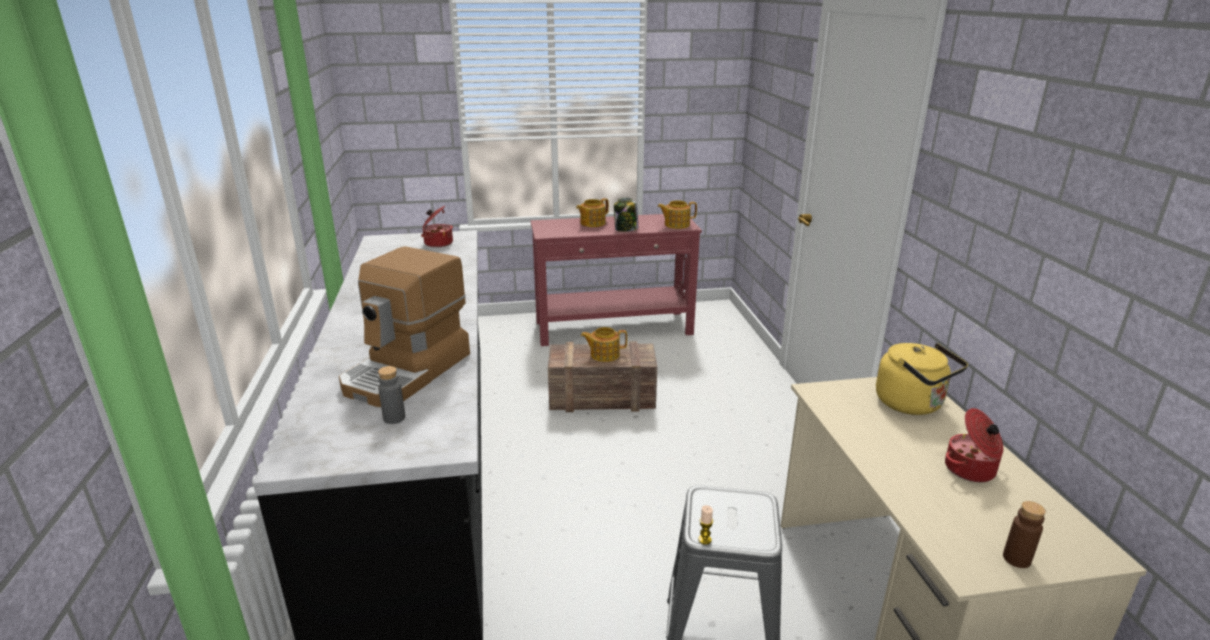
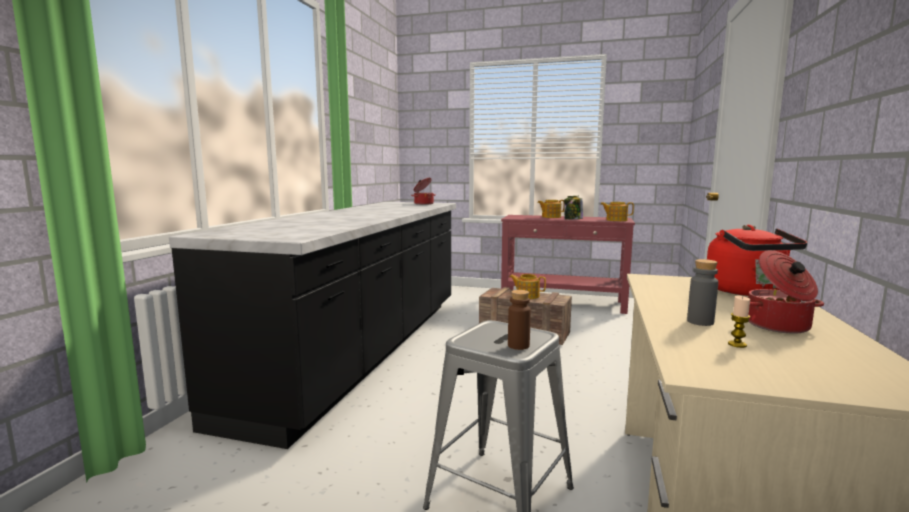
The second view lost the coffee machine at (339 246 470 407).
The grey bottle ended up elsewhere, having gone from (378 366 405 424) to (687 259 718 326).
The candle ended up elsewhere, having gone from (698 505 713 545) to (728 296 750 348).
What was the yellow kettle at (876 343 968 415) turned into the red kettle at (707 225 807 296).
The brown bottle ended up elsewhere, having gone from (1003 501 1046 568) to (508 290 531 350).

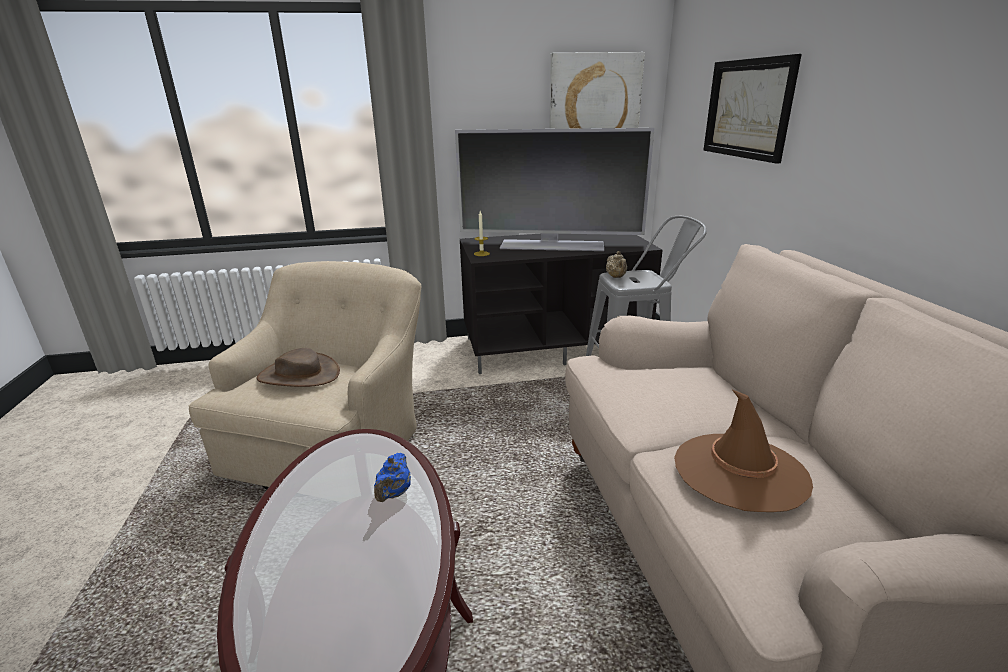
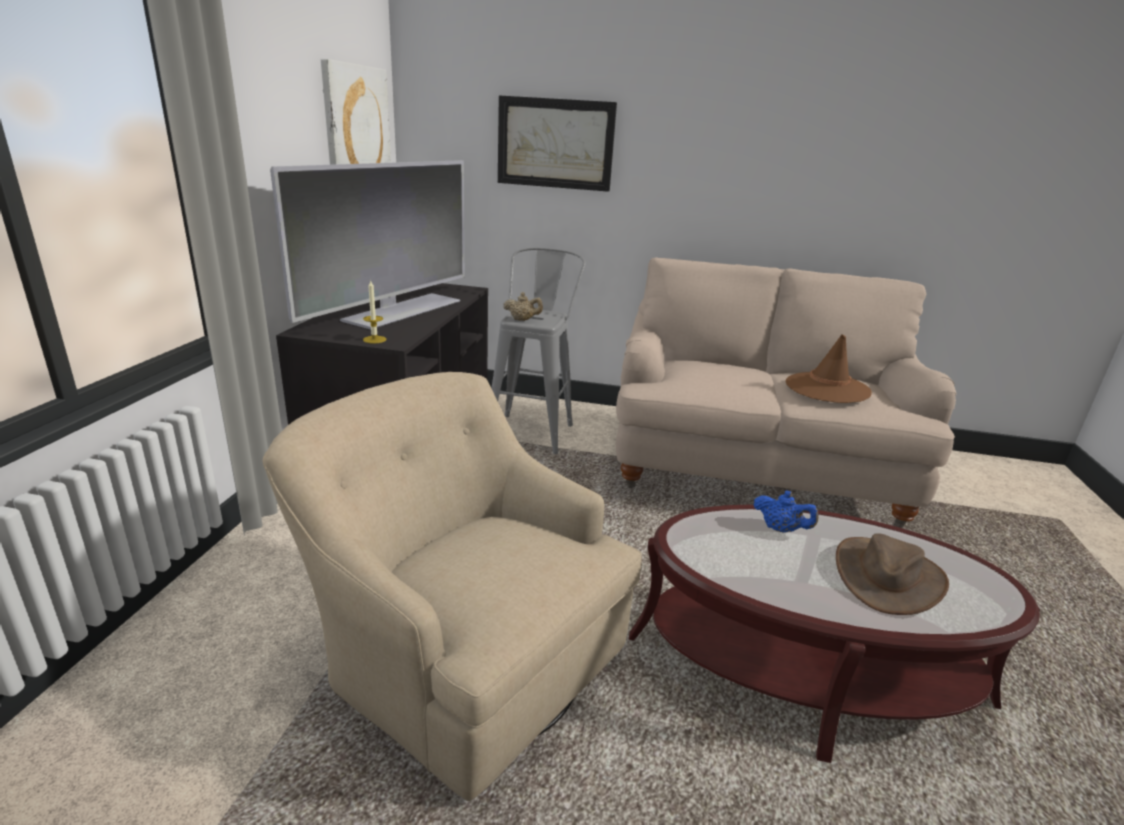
The brown hat ended up elsewhere, having gone from (256 348 340 387) to (836 533 949 615).

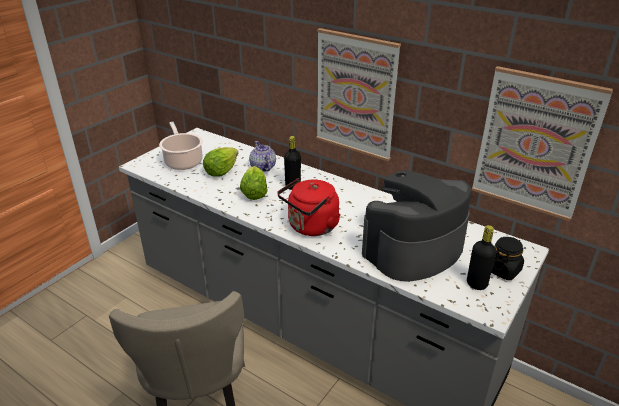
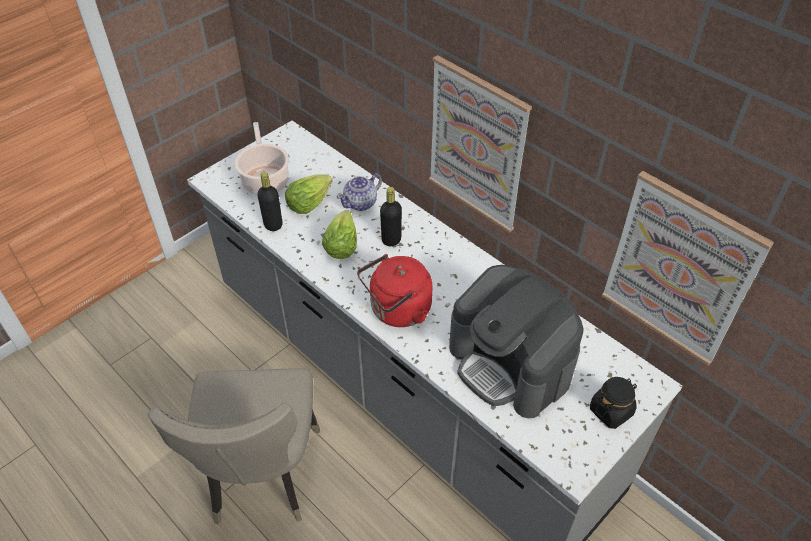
The teapot at (249 141 276 172) ended up facing another way, 120 degrees counterclockwise from before.
The coffee machine at (362 170 472 282) ended up facing another way, 105 degrees counterclockwise from before.
The black bottle ended up elsewhere, having gone from (467 225 496 290) to (257 172 283 231).

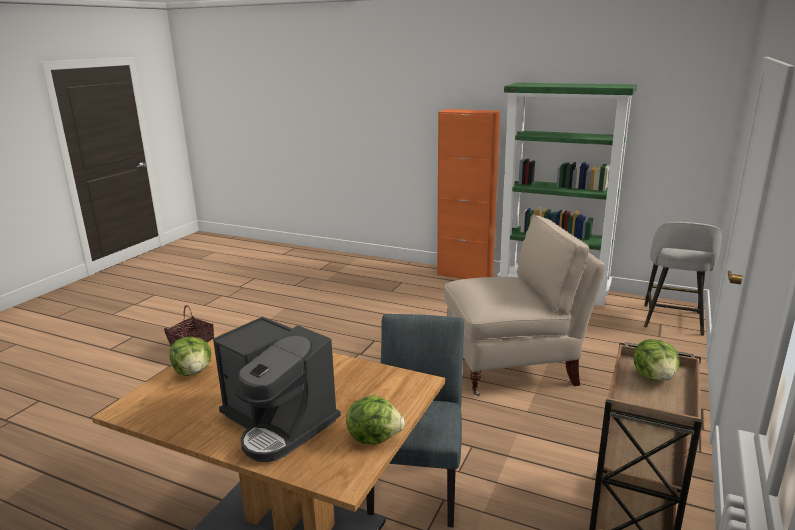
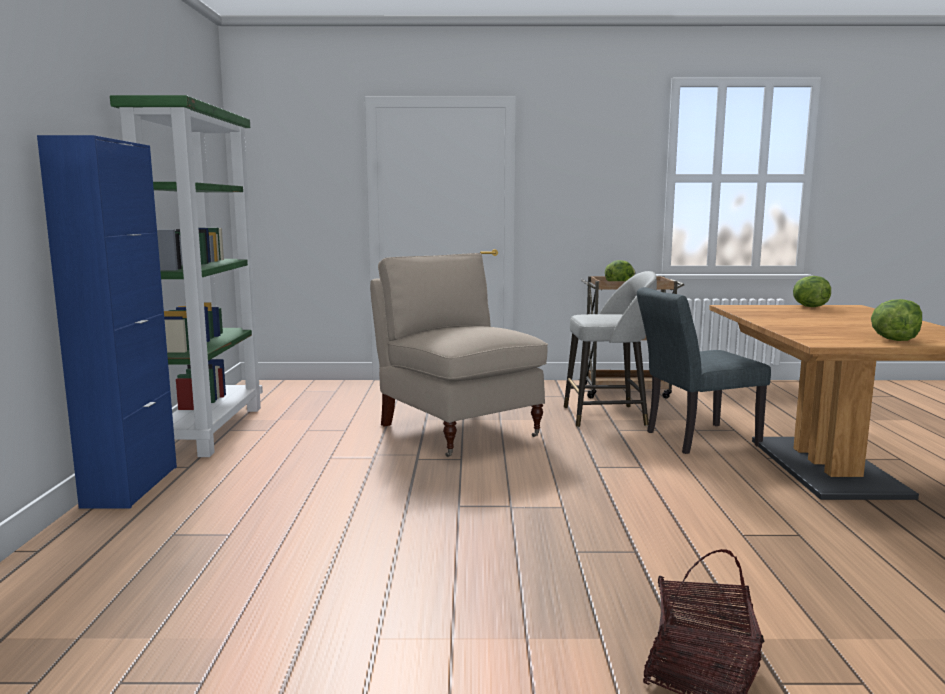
The second view lost the coffee machine at (213 316 341 462).
What was the orange cabinet at (437 109 500 279) turned into the blue cabinet at (37 135 177 509).
The grey stool ended up elsewhere, having gone from (644 222 722 336) to (564 271 657 427).

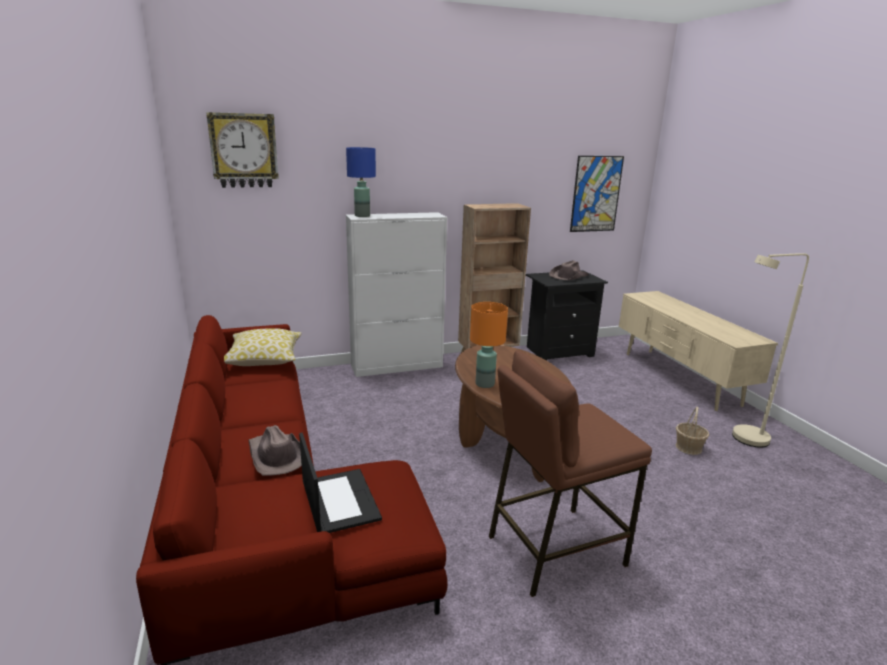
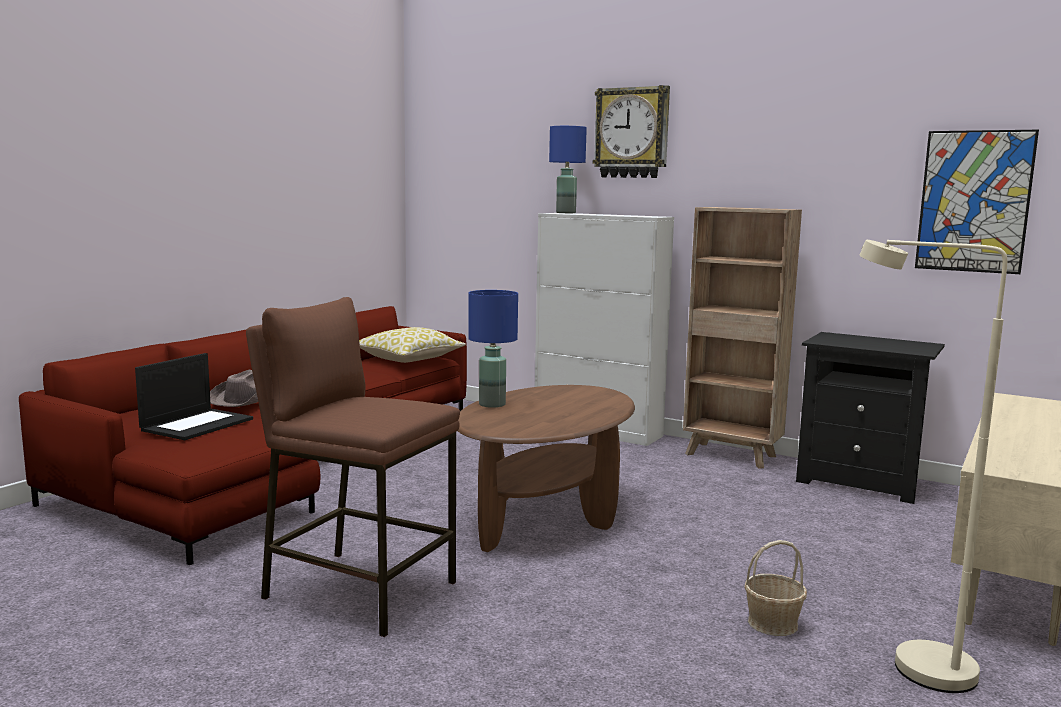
The wall clock ended up elsewhere, having gone from (206 112 279 188) to (593 85 670 178).
What was the orange table lamp at (470 302 508 388) turned into the blue table lamp at (468 290 518 408).
The second view lost the brown hat at (549 260 589 280).

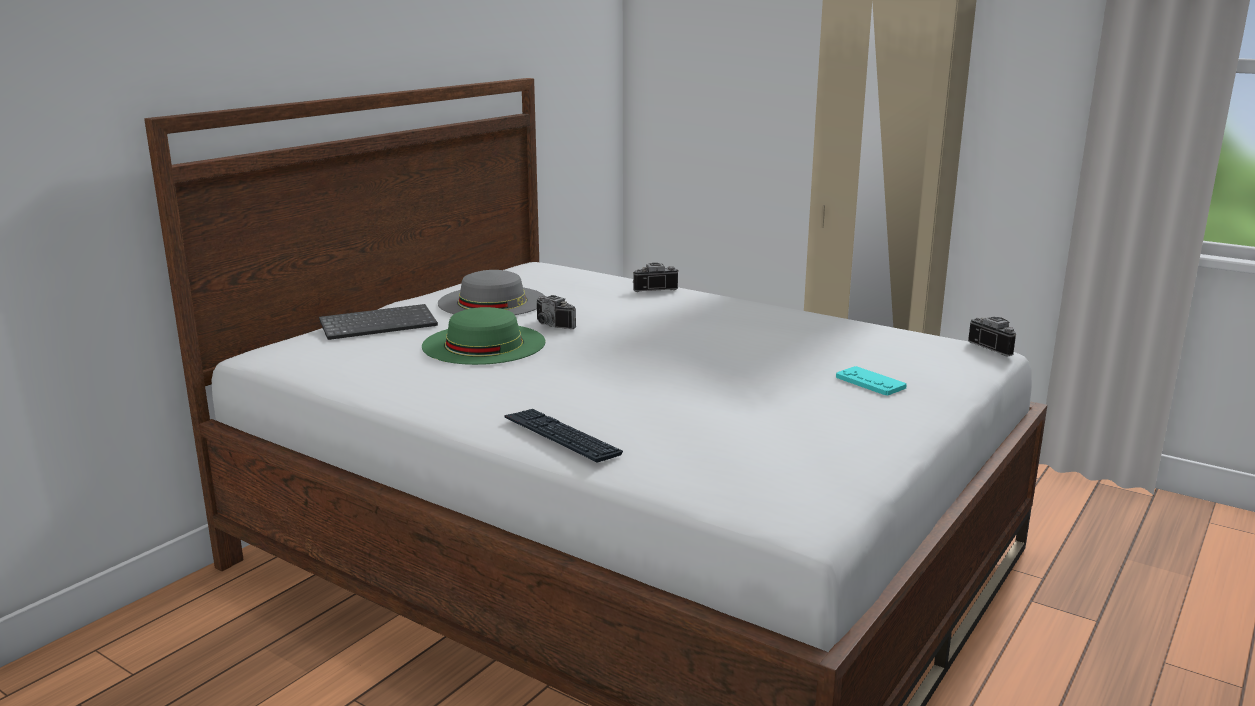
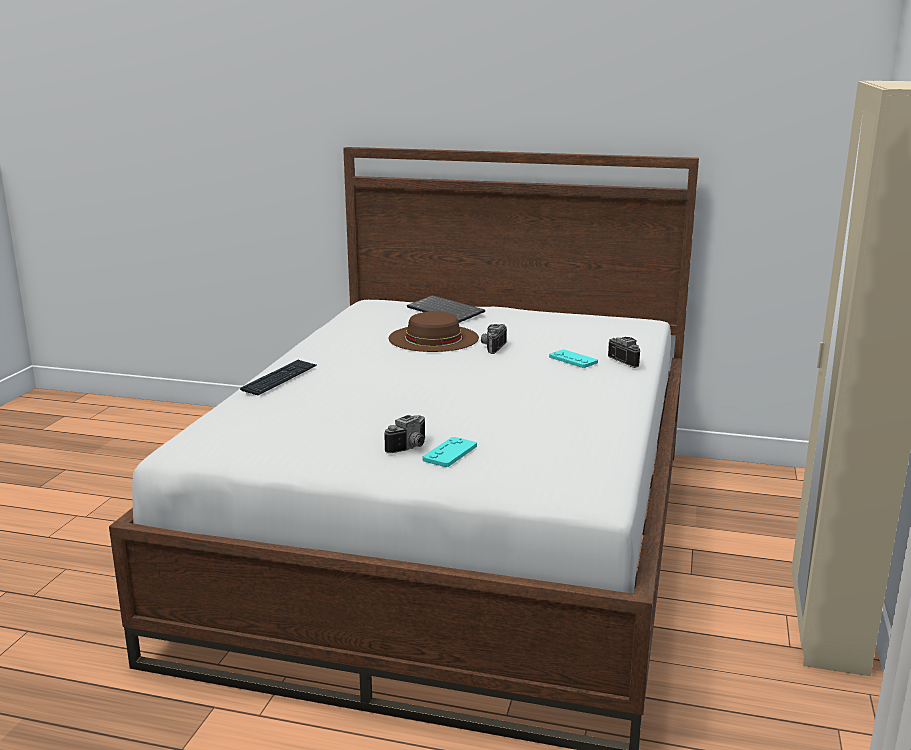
What was the green hat at (422 307 545 365) turned into the brown hat at (389 311 479 352).
The second view lost the grey hat at (438 270 545 315).
The photo camera ended up elsewhere, having gone from (968 317 1016 357) to (384 415 425 453).
The second view gained the turquoise game controller at (549 350 598 368).

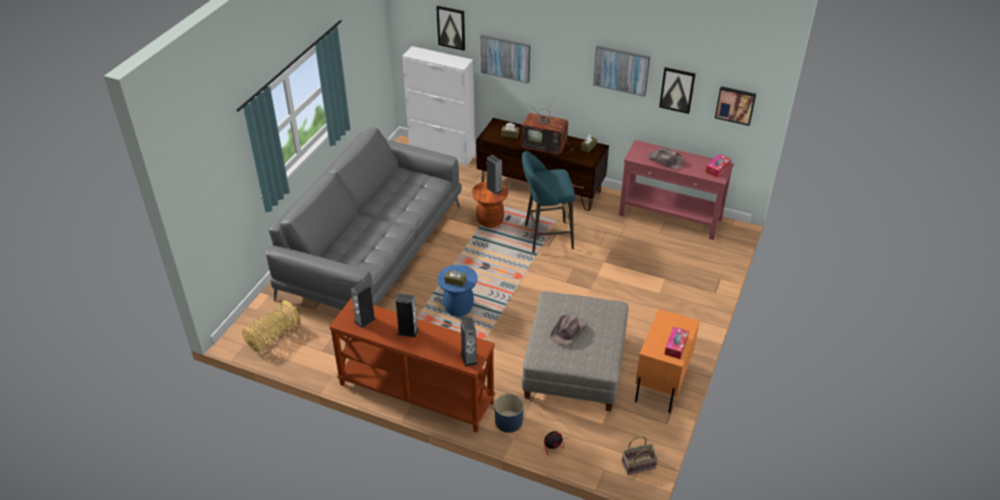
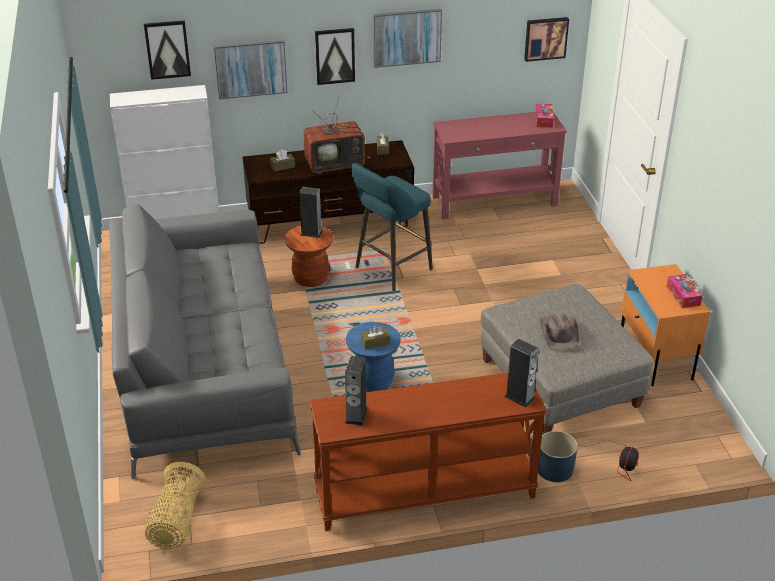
The second view lost the speaker at (396 293 419 337).
The second view lost the basket at (622 436 658 475).
The second view lost the brown hat at (648 147 684 170).
The picture ended up elsewhere, having gone from (659 67 696 114) to (315 28 355 85).

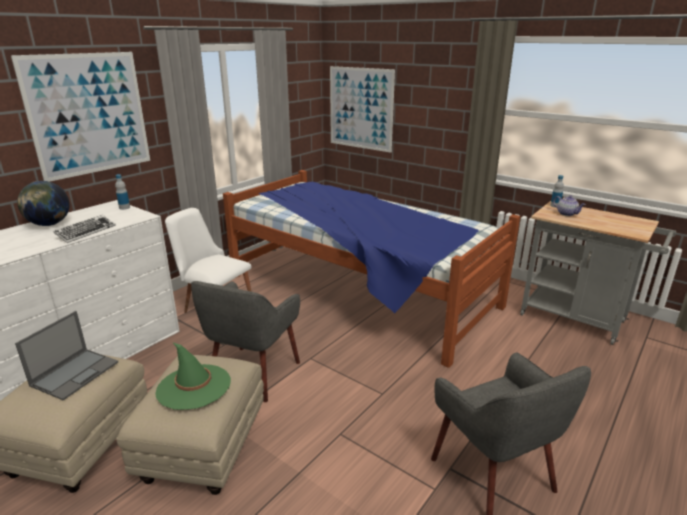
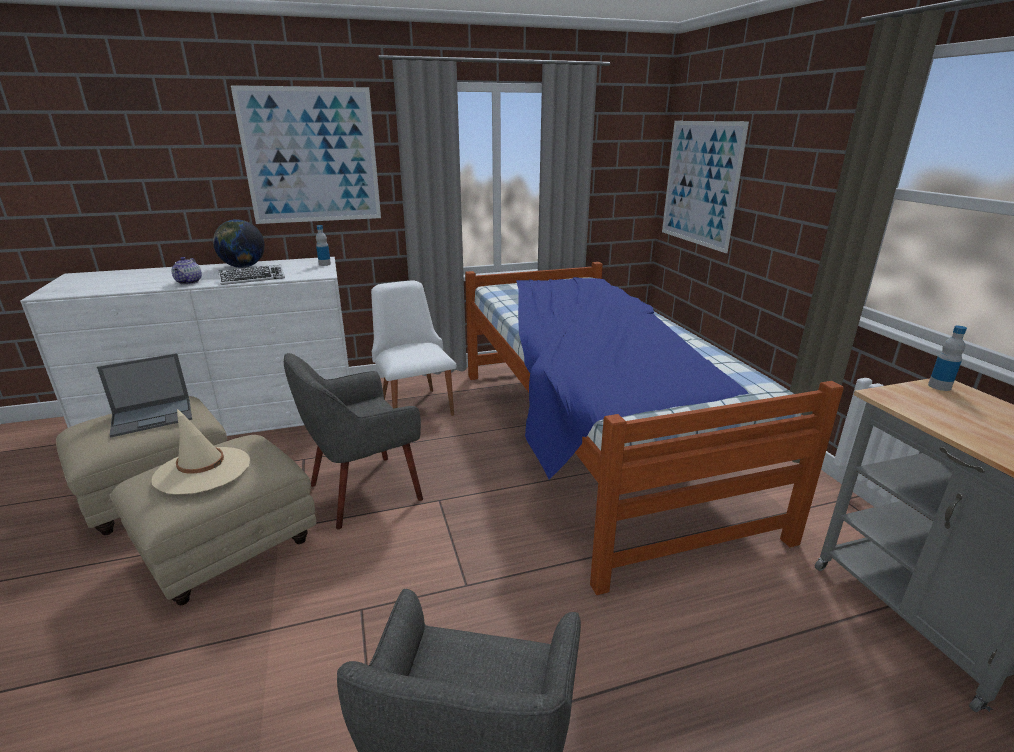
What was the green hat at (155 342 231 410) turned into the beige hat at (152 409 250 495).
The teapot ended up elsewhere, having gone from (553 195 586 216) to (172 257 202 285).

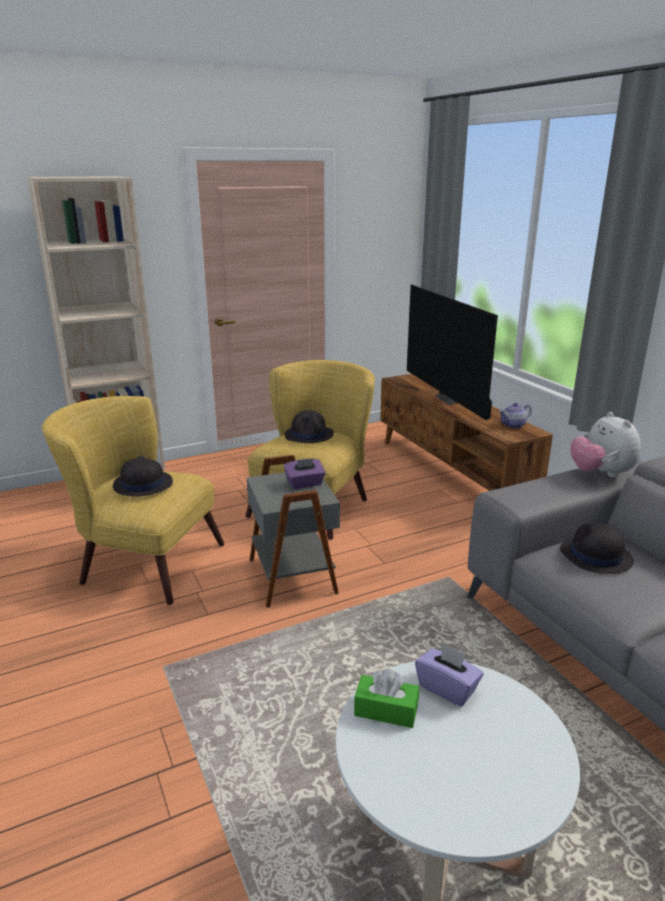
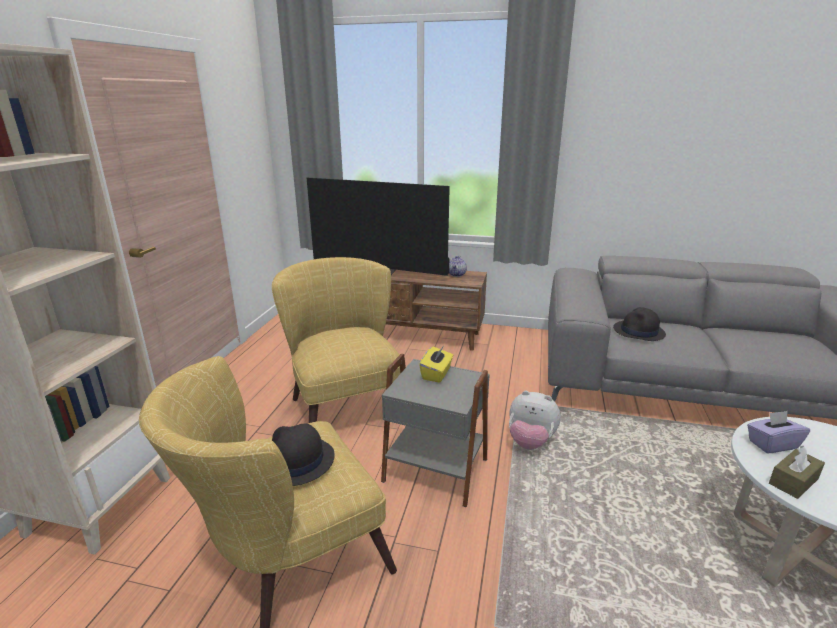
What was the purple tissue box at (284 458 325 489) turned into the yellow tissue box at (419 346 453 383).
The second view lost the black hat at (285 410 334 443).
What was the green tissue box at (354 669 419 728) turned into the brown tissue box at (769 446 825 499).
The plush toy ended up elsewhere, having gone from (570 412 641 478) to (509 391 560 450).

